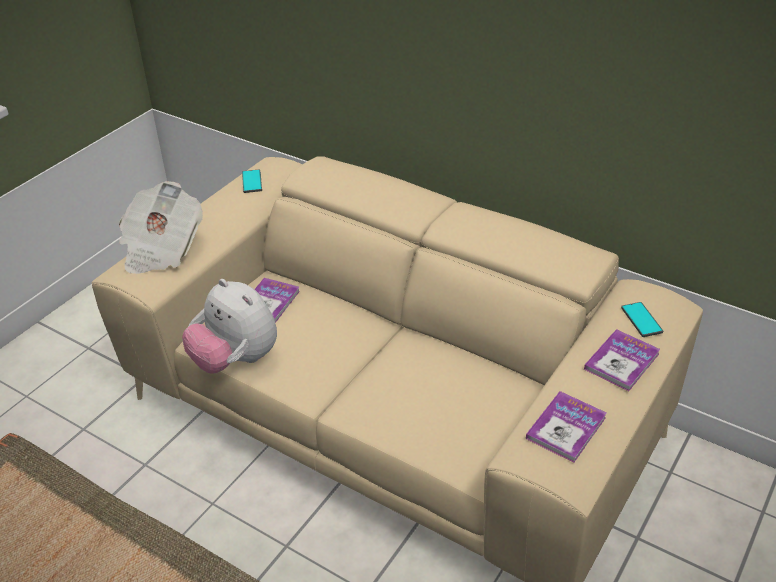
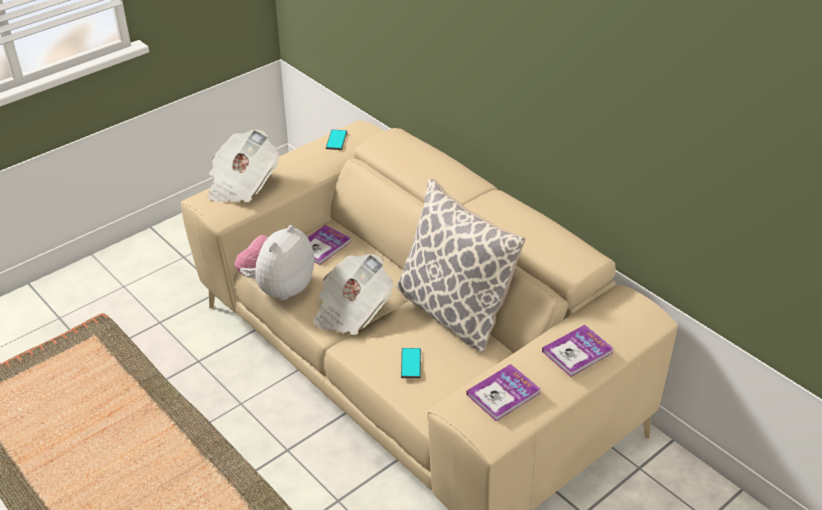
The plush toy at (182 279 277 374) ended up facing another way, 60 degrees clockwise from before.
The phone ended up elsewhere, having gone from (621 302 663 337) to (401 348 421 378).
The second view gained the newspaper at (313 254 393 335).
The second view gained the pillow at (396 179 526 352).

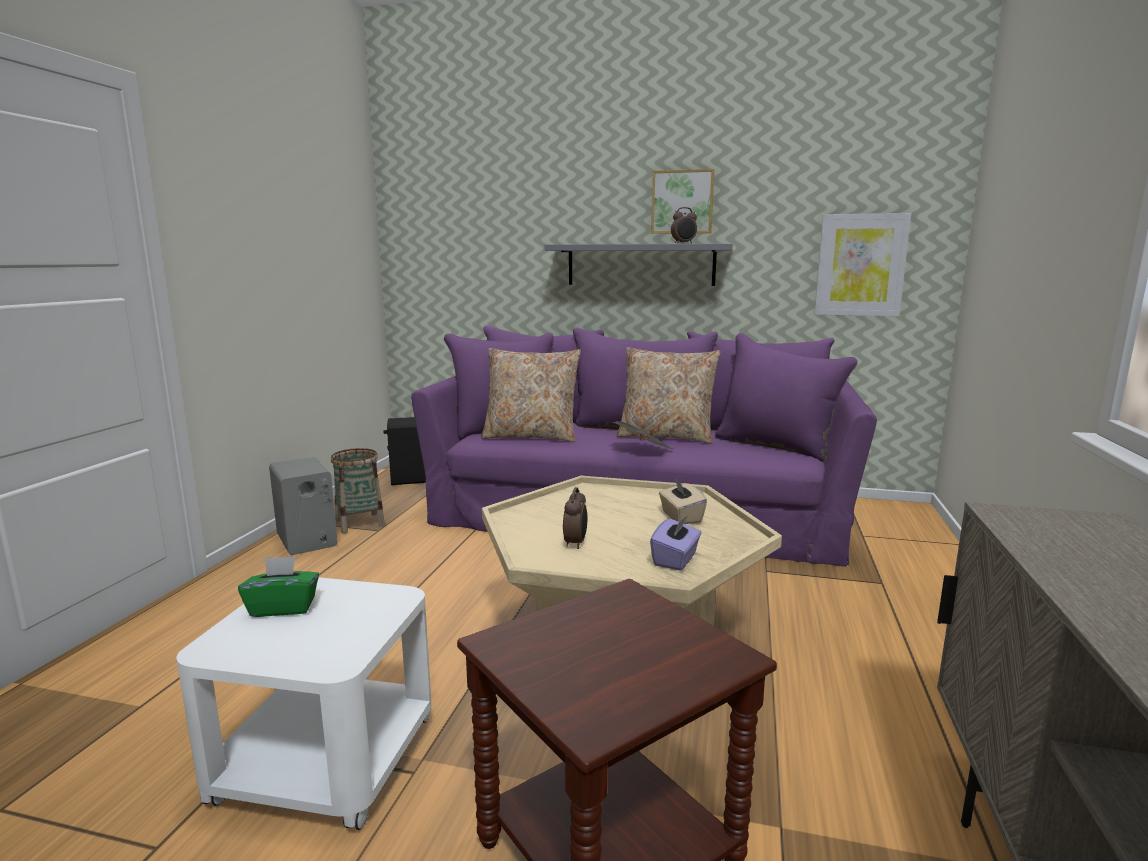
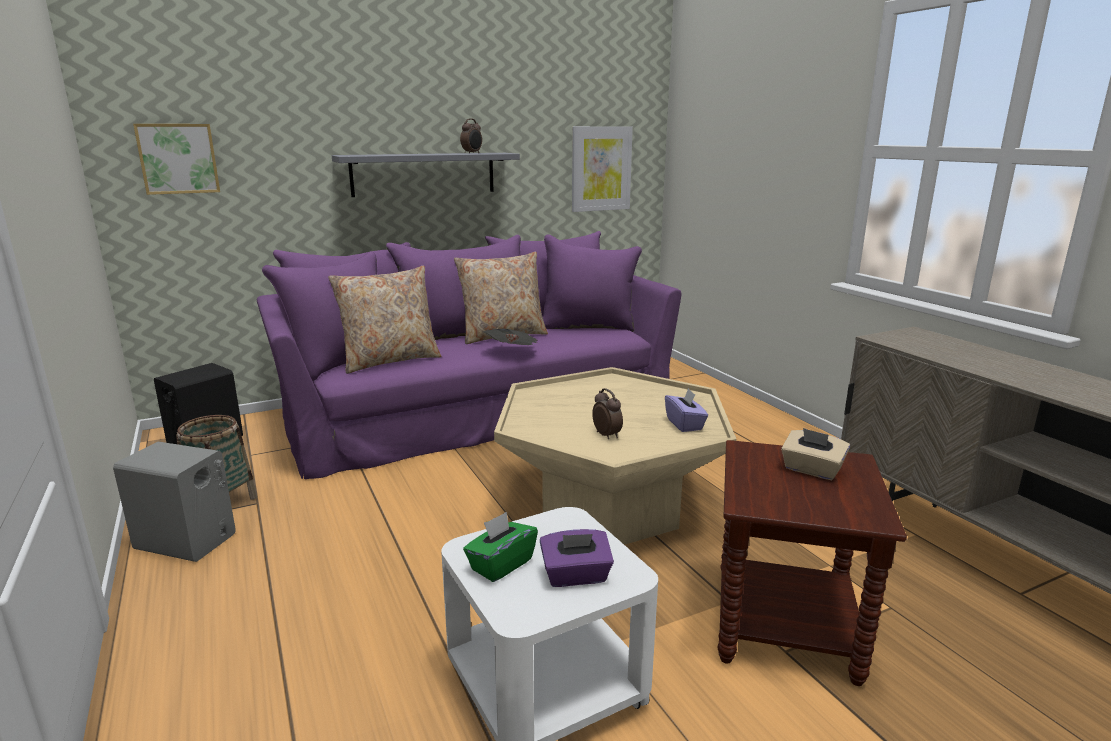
The picture ended up elsewhere, having gone from (651 169 714 234) to (133 124 220 195).
The beige tissue box ended up elsewhere, having gone from (659 477 707 524) to (781 428 850 480).
The second view gained the purple tissue box at (540 529 614 587).

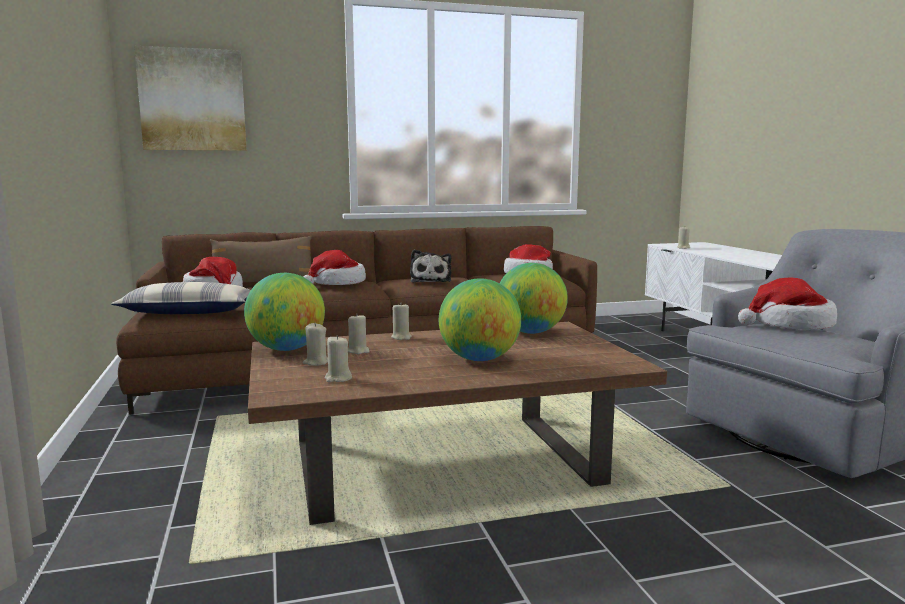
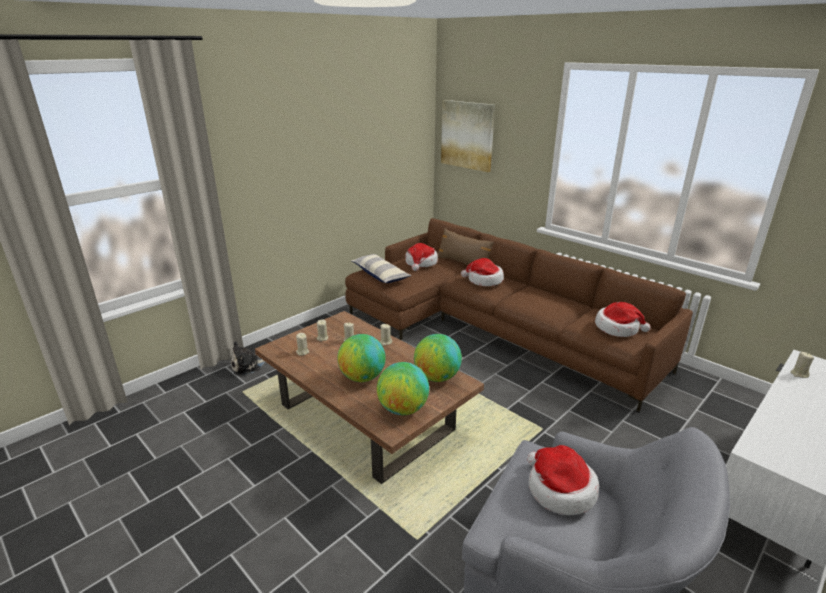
The globe ended up elsewhere, having gone from (244 273 325 351) to (377 362 429 415).
The plush toy ended up elsewhere, having gone from (410 249 451 282) to (230 341 265 375).

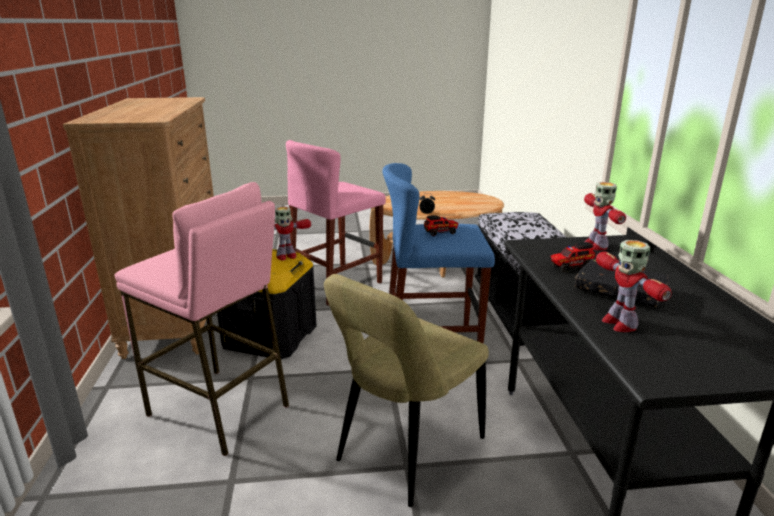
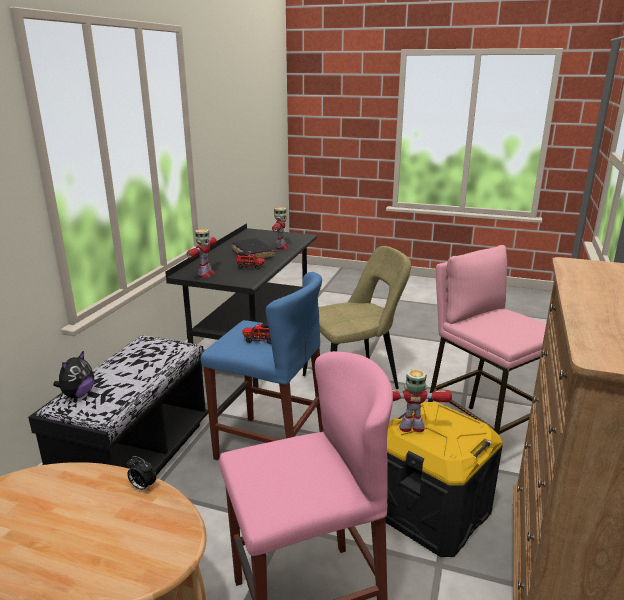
The second view gained the plush toy at (53 351 94 398).

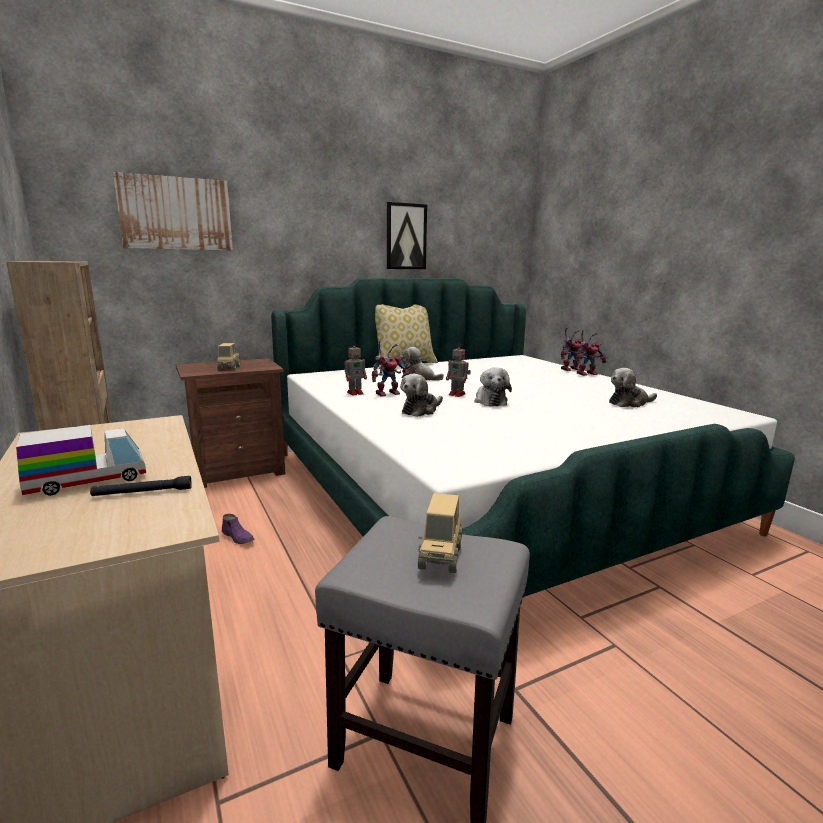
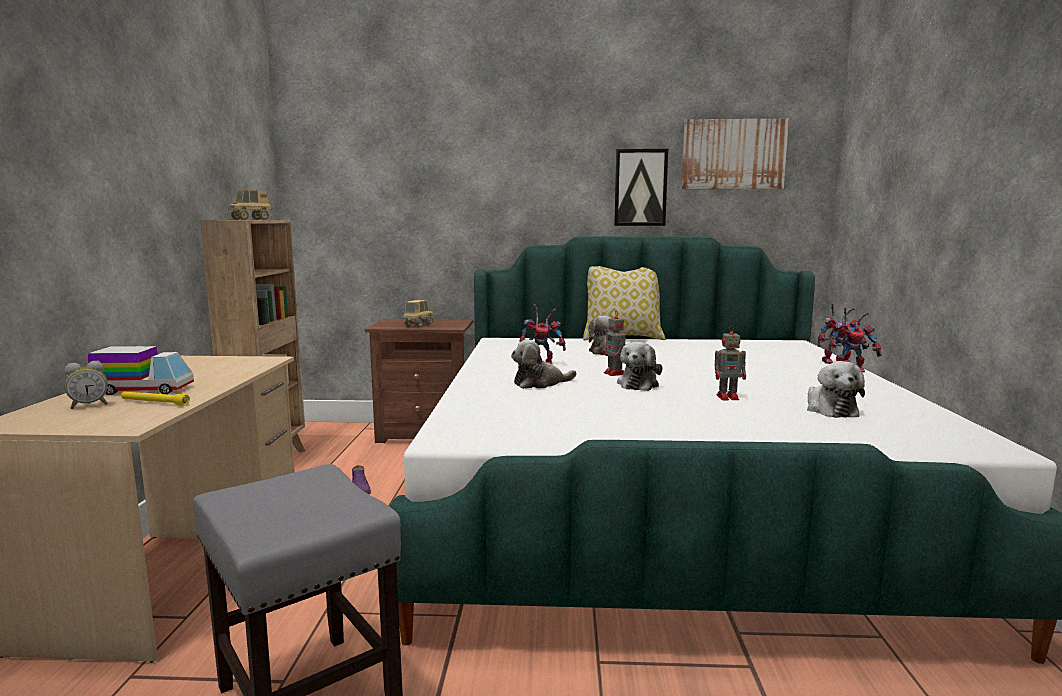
What was the black flashlight at (90 476 192 496) turned into the yellow flashlight at (121 391 190 405).
The picture ended up elsewhere, having gone from (113 172 233 250) to (681 119 789 189).
The toy robot ended up elsewhere, having gone from (344 341 367 396) to (715 325 746 400).
The toy truck ended up elsewhere, having gone from (418 493 462 573) to (228 190 271 220).
The plush toy at (609 368 657 407) ended up facing another way, 105 degrees counterclockwise from before.
The second view gained the alarm clock at (64 361 108 409).

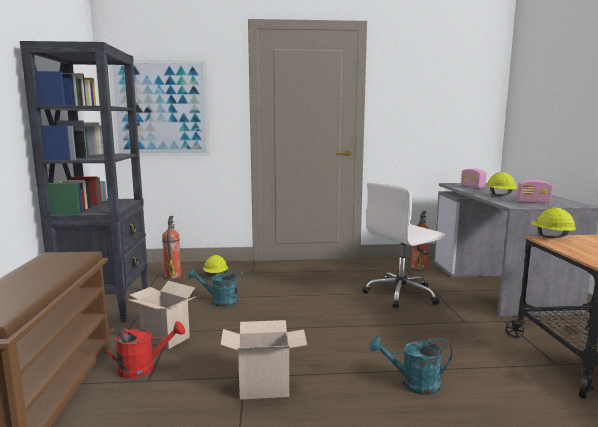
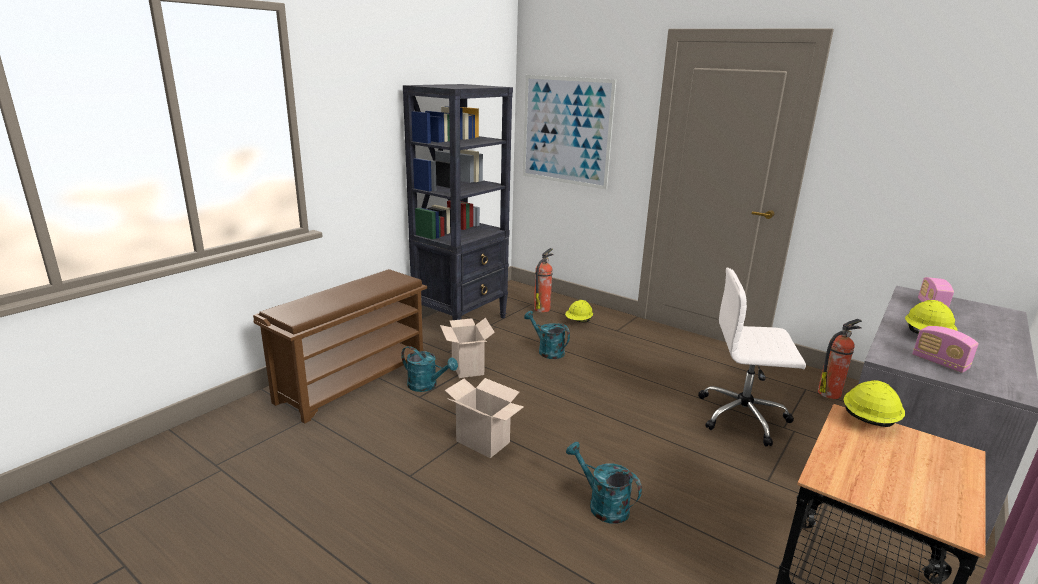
What was the red watering can at (104 321 185 379) turned into the turquoise watering can at (401 346 458 392).

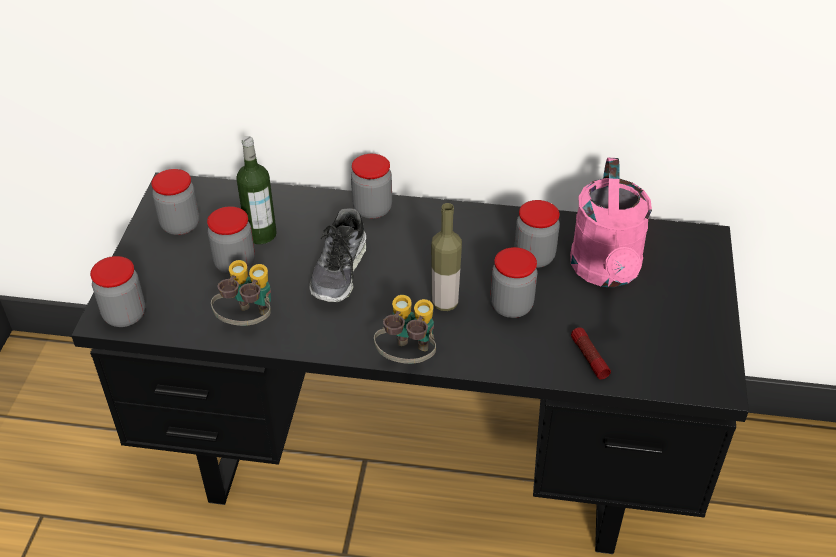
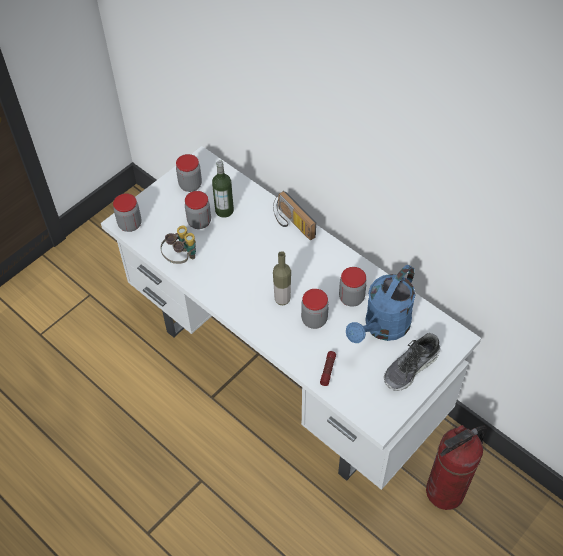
What was the black desk at (71 172 749 554) turned into the white desk at (101 146 481 490).
The shoe ended up elsewhere, having gone from (310 208 366 302) to (384 333 441 391).
Where the jar stood at (351 154 392 219), the radio came to stand at (273 191 316 240).
The second view lost the binoculars at (374 295 436 364).
What was the pink watering can at (570 158 652 287) turned into the blue watering can at (346 265 416 343).
The second view gained the fire extinguisher at (426 425 487 510).

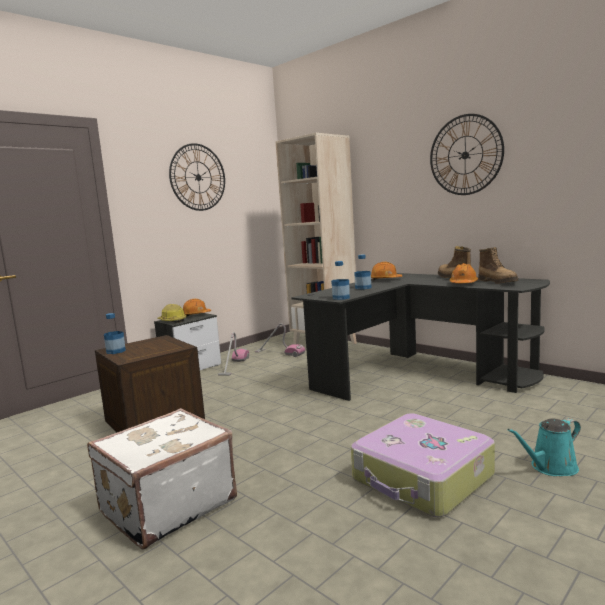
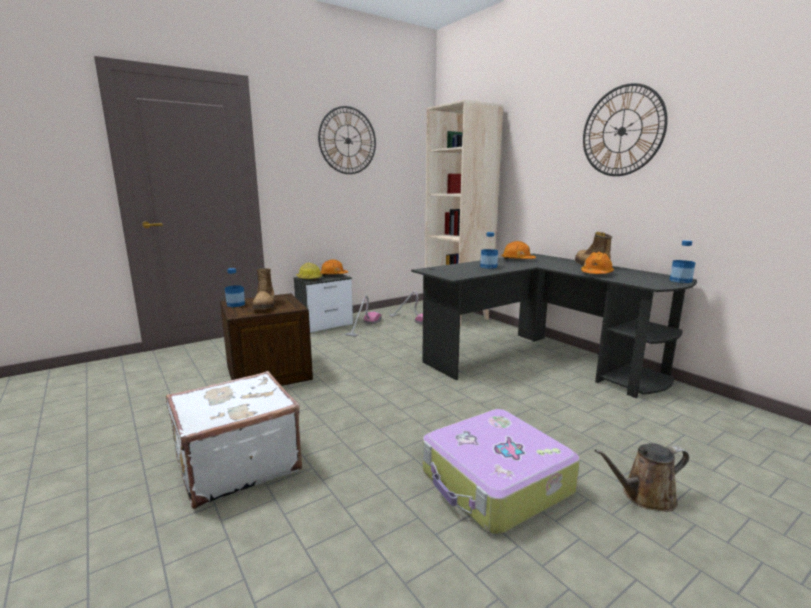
The bottle ended up elsewhere, having gone from (331 261 350 300) to (669 240 696 283).
The boot ended up elsewhere, having gone from (478 247 518 284) to (252 268 275 310).
What was the turquoise watering can at (508 418 581 476) turned into the brown watering can at (595 443 689 512).

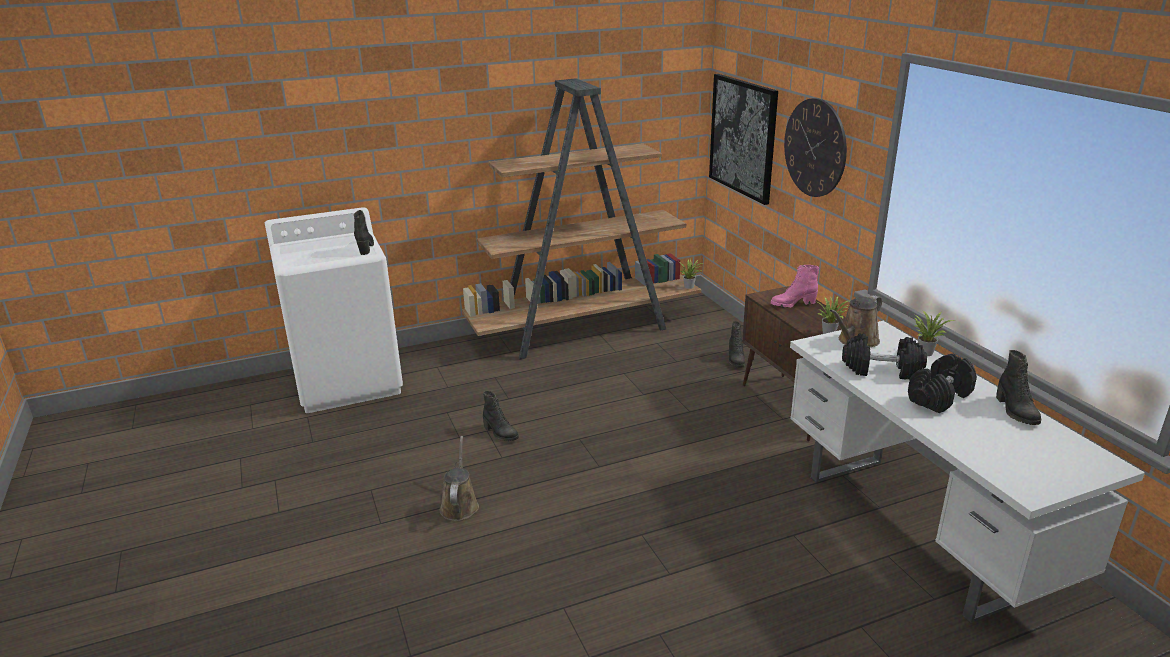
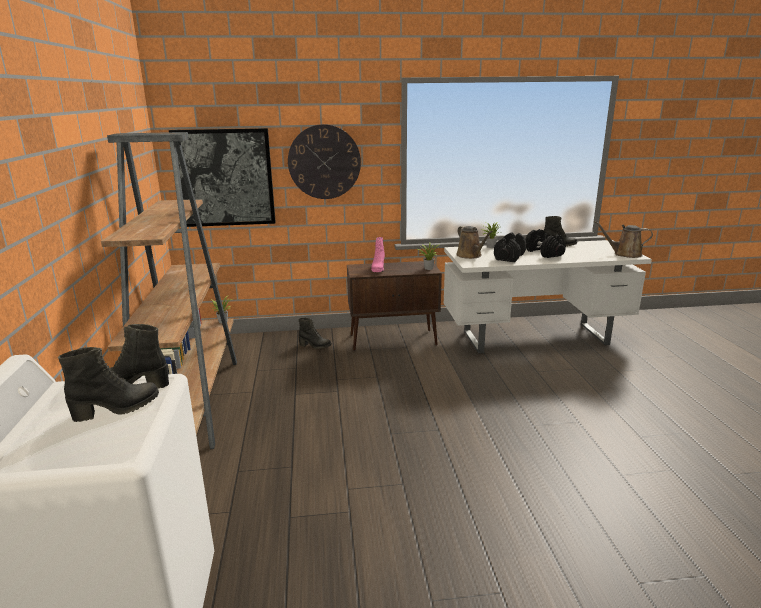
The brown watering can ended up elsewhere, having gone from (440 436 479 521) to (594 221 653 258).
The black boot ended up elsewhere, having gone from (483 391 519 441) to (58 347 159 422).

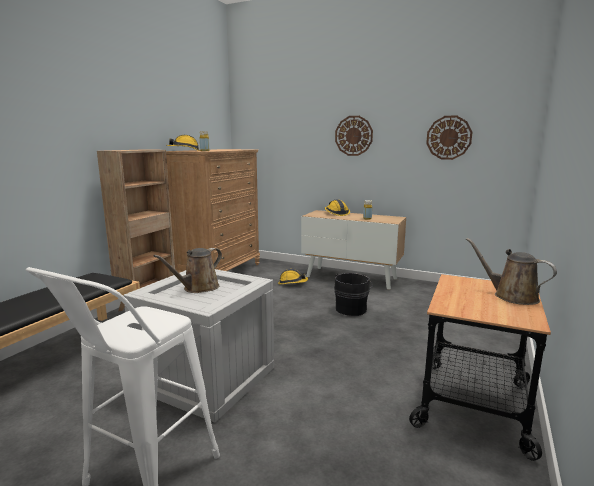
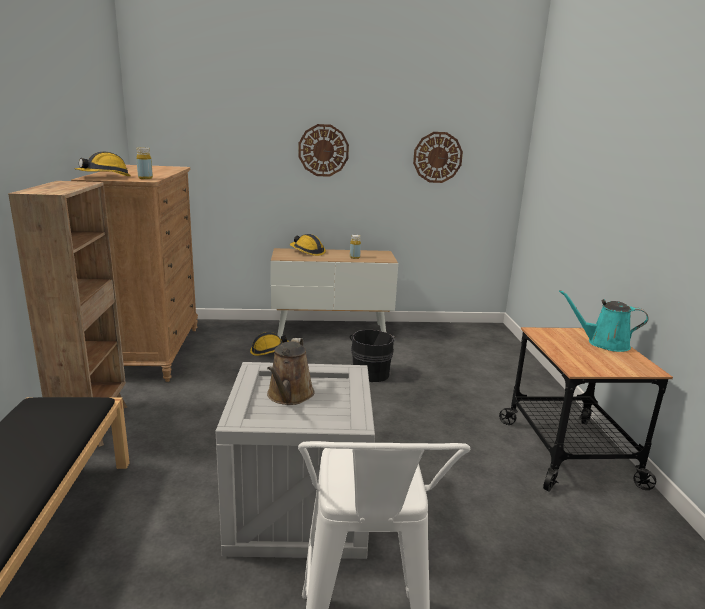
What was the brown watering can at (466 238 557 305) turned into the turquoise watering can at (559 290 649 352).

